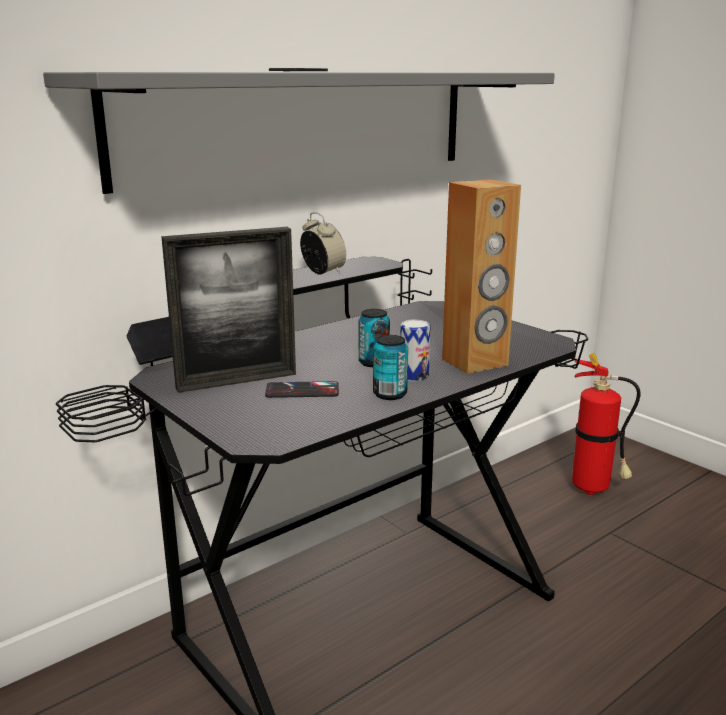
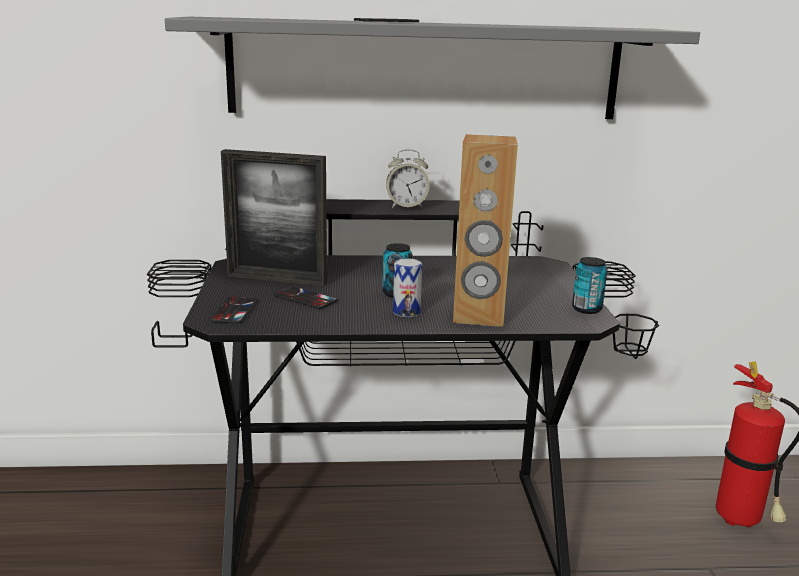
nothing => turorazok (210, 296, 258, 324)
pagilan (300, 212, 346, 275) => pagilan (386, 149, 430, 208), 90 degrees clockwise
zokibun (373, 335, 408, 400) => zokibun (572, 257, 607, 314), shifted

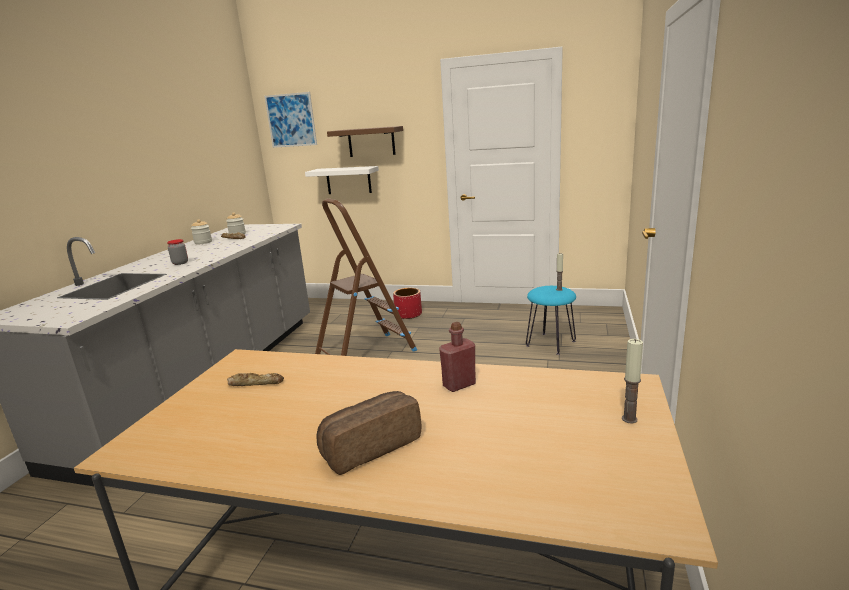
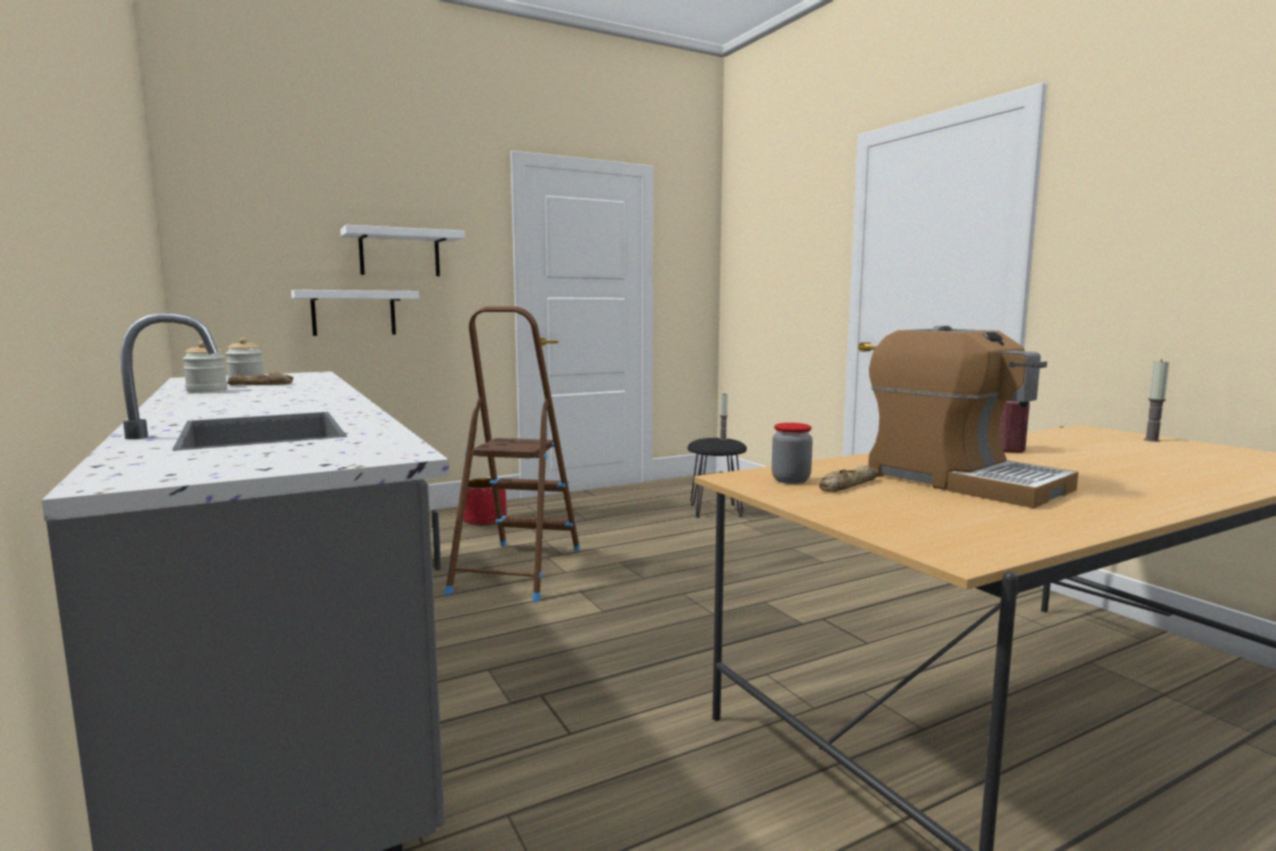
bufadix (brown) (327, 126, 403, 157) => bufadix (white) (340, 225, 465, 276)
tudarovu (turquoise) (526, 286, 576, 355) => tudarovu (black) (688, 438, 747, 518)
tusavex (167, 239, 188, 265) => tusavex (772, 423, 813, 484), shifted
nothing => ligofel (868, 326, 1078, 508)
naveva (264, 92, 317, 148) => nothing
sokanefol (317, 391, 421, 475) => nothing

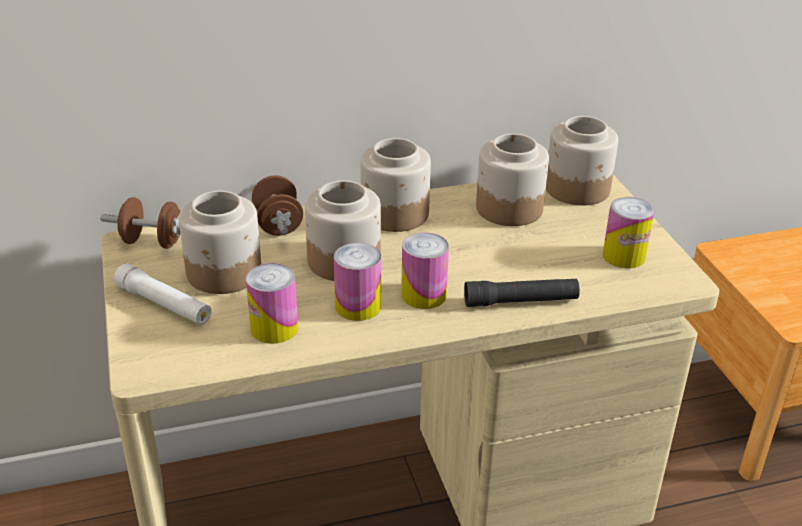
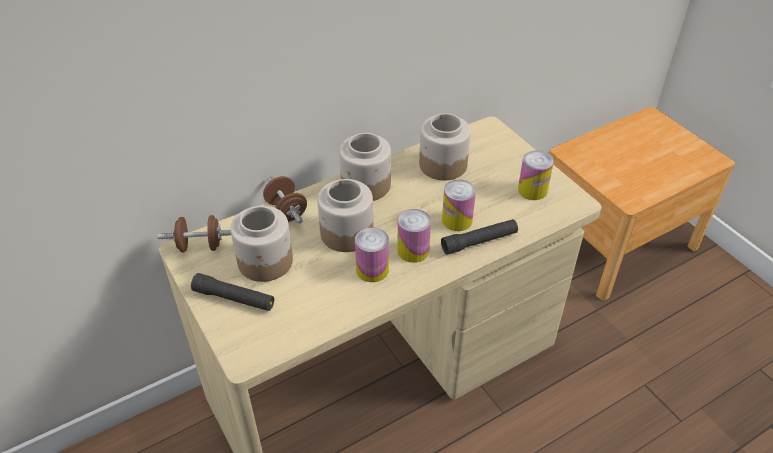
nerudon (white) (114, 263, 211, 325) => nerudon (black) (191, 273, 274, 311)
zokibun (246, 263, 298, 344) => zokibun (442, 179, 476, 231), shifted
tusavex (546, 116, 618, 205) => nothing

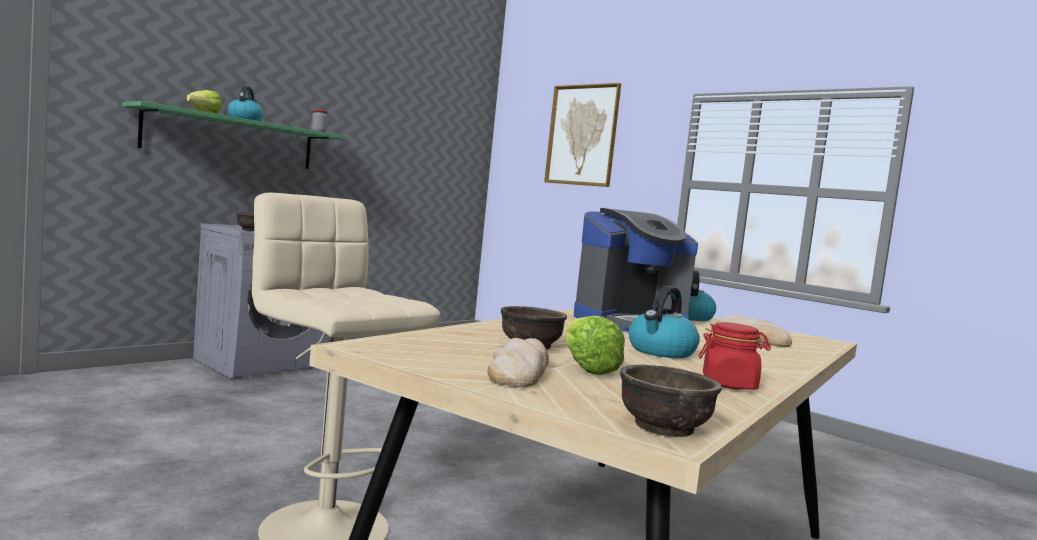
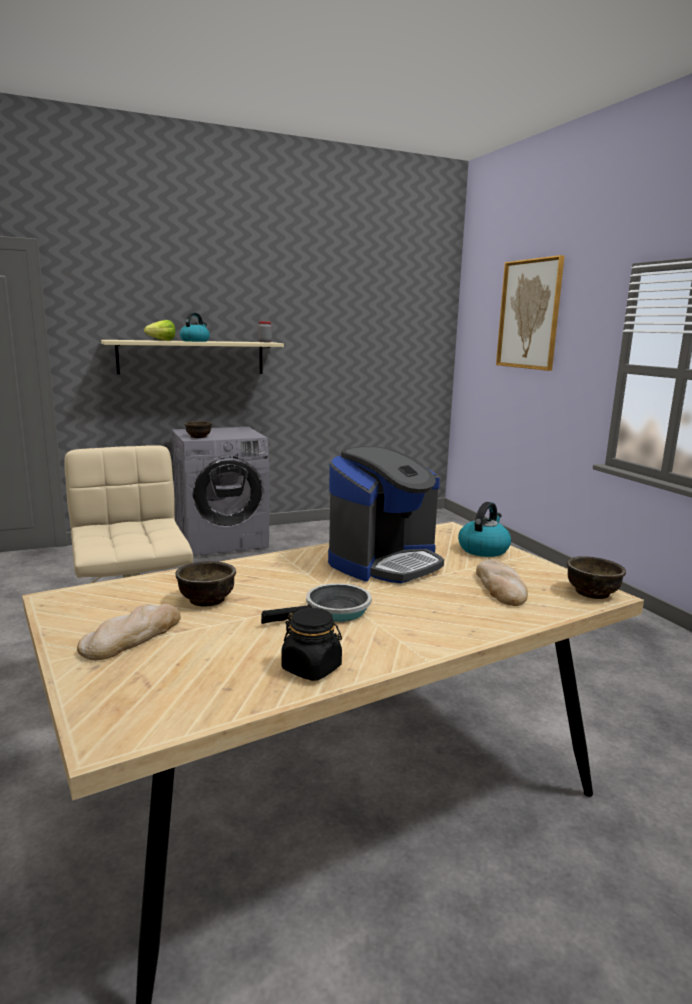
bufadix (green) (122, 101, 345, 169) => bufadix (beige) (101, 340, 284, 374)
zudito (629, 286, 700, 358) => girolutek (261, 583, 372, 624)
tusavex (red) (699, 322, 771, 390) => tusavex (black) (282, 608, 342, 681)
ligofel (574, 208, 698, 332) => ligofel (328, 446, 444, 583), 45 degrees counterclockwise
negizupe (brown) (620, 365, 722, 437) => negizupe (brown) (567, 556, 626, 599), shifted
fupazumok (565, 315, 625, 375) => nothing

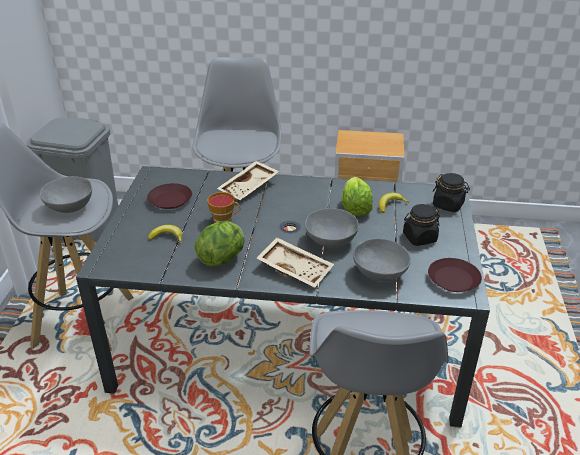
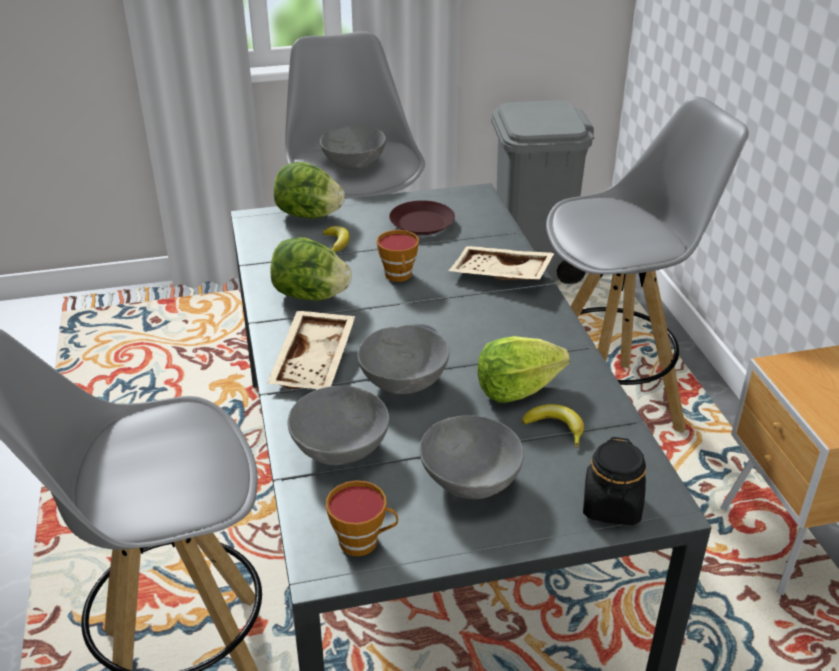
nothing => fupazumok (274, 162, 345, 219)
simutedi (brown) (428, 258, 482, 292) => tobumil (326, 480, 398, 556)
tusavex (black) (403, 204, 440, 246) => negizupe (grey) (419, 415, 524, 499)

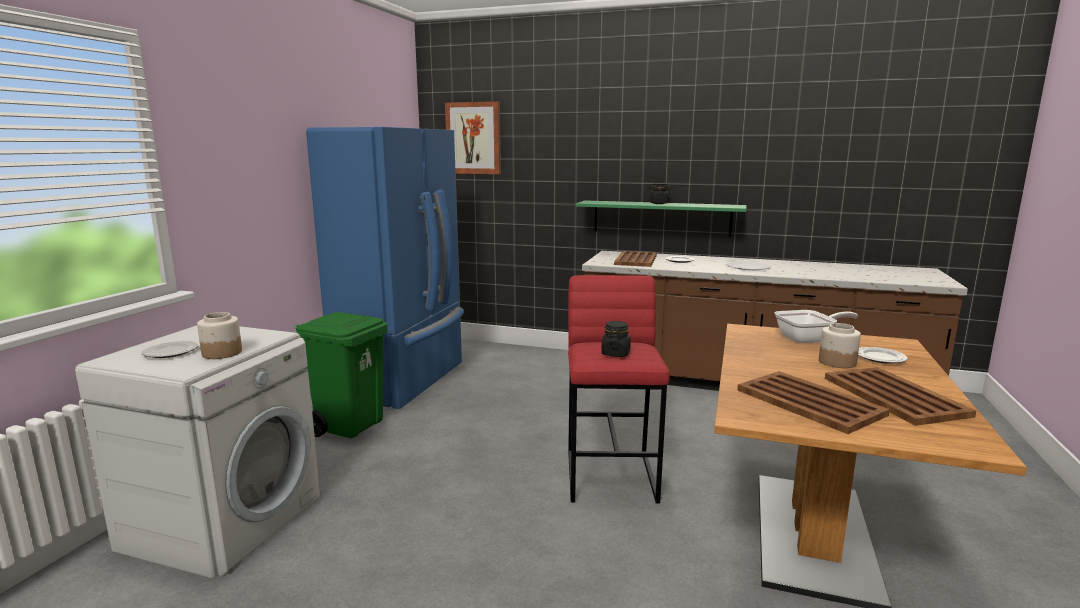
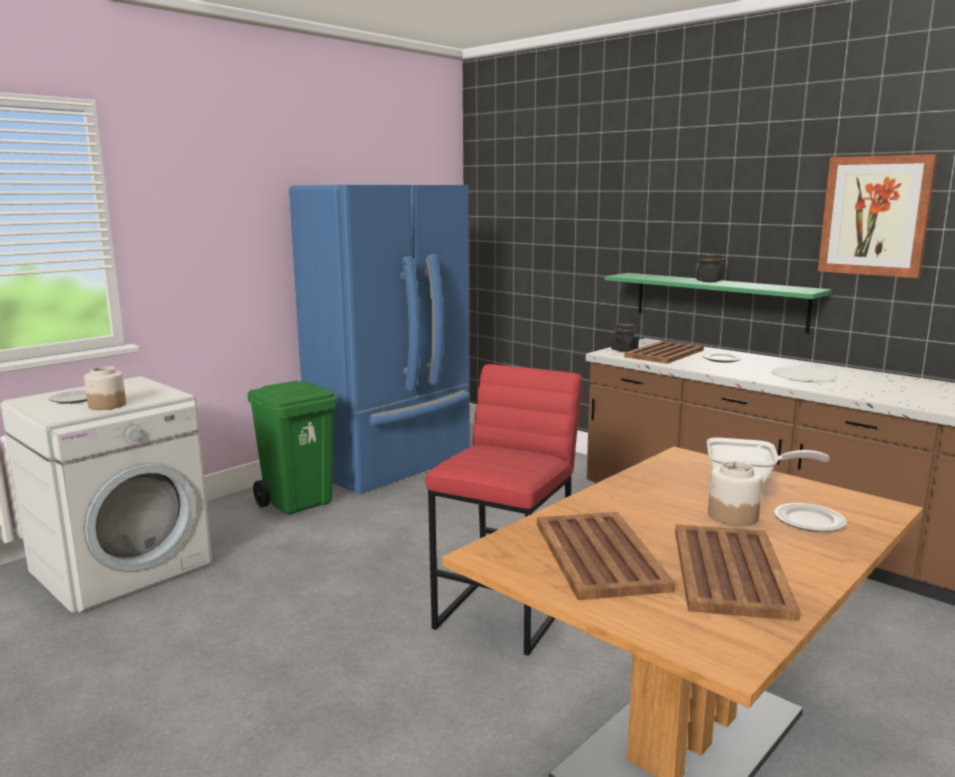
tusavex (black) (601, 321, 631, 357) => tusavex (black) (611, 323, 639, 352), shifted
naveva (445, 101, 501, 174) => naveva (818, 154, 937, 278), shifted

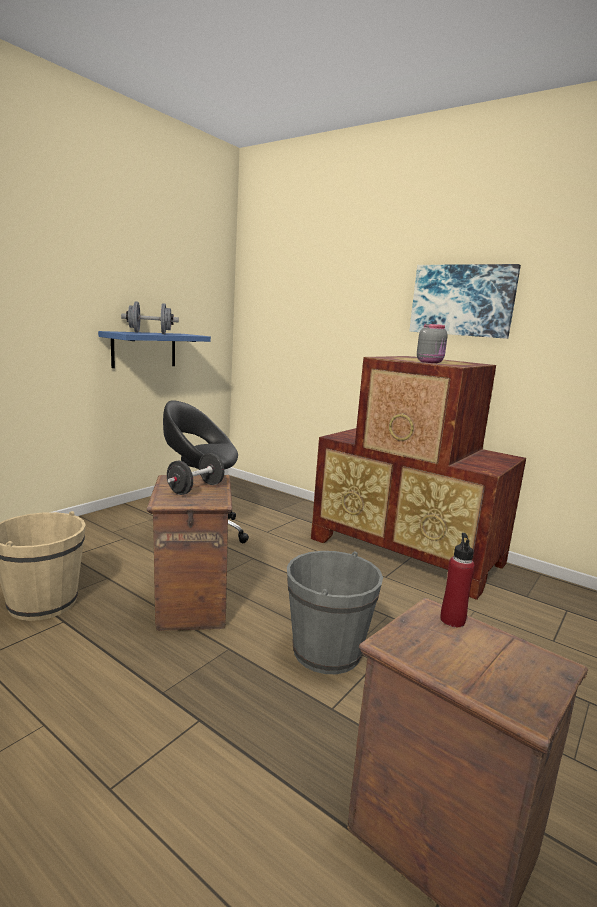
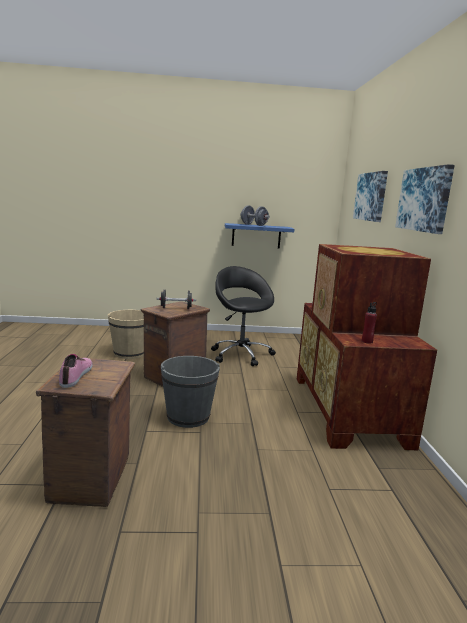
nothing => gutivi (59, 354, 92, 388)
nothing => naveva (353, 171, 388, 222)
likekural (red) (440, 533, 475, 627) => likekural (red) (362, 302, 377, 344), shifted
tusavex (grey) (417, 324, 448, 363) => nothing

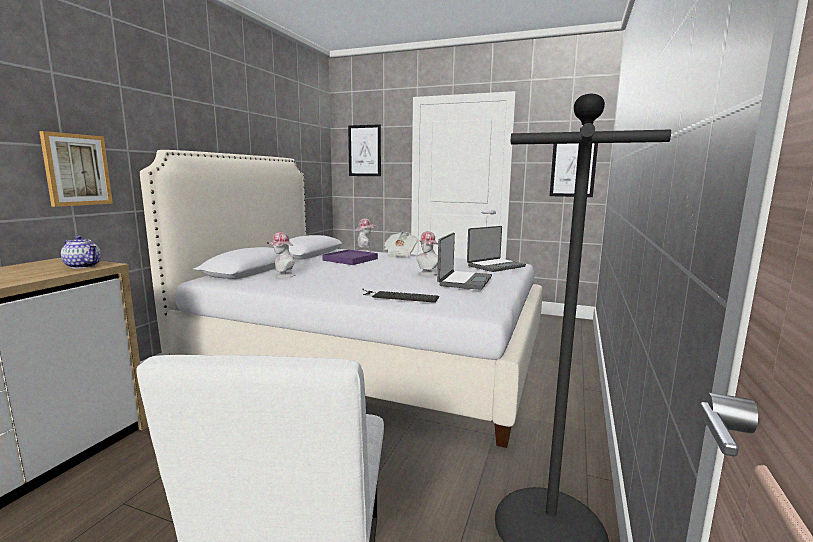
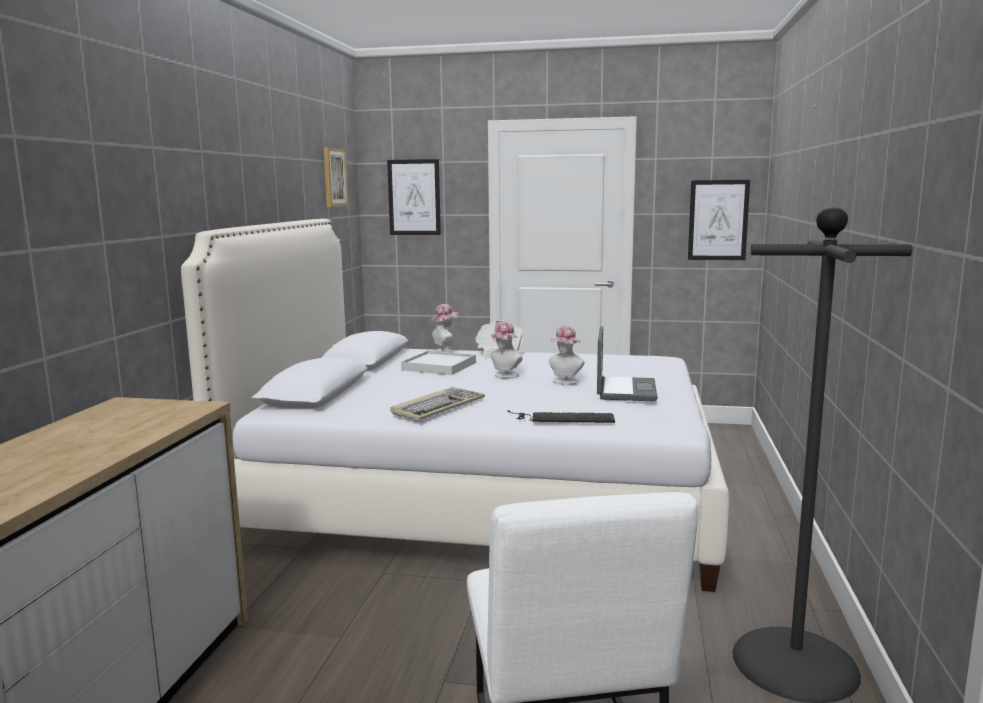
naveva (39, 131, 113, 207) => naveva (323, 147, 348, 207), shifted
nothing => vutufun (390, 387, 485, 420)
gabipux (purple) (322, 249, 378, 265) => gabipux (white) (401, 351, 476, 375)
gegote (267, 232, 295, 278) => gegote (490, 321, 523, 378), shifted
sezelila (61, 235, 101, 269) => nothing
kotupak (467, 226, 526, 272) => nothing

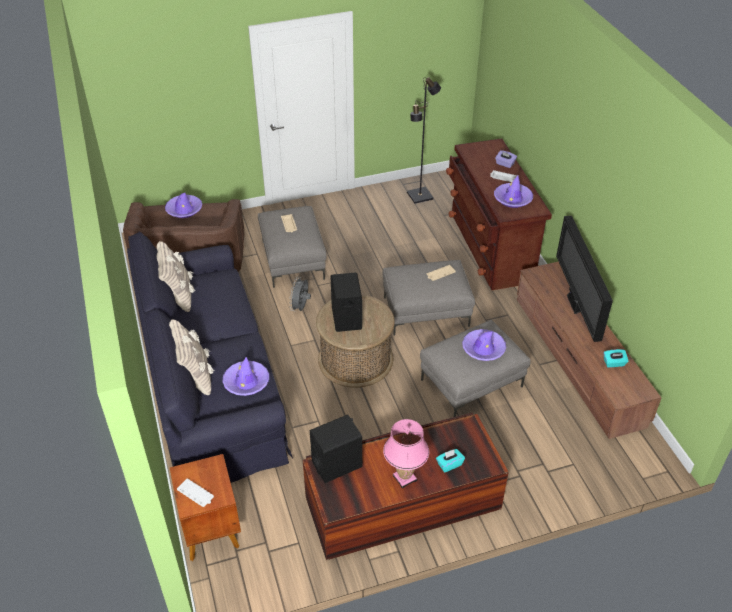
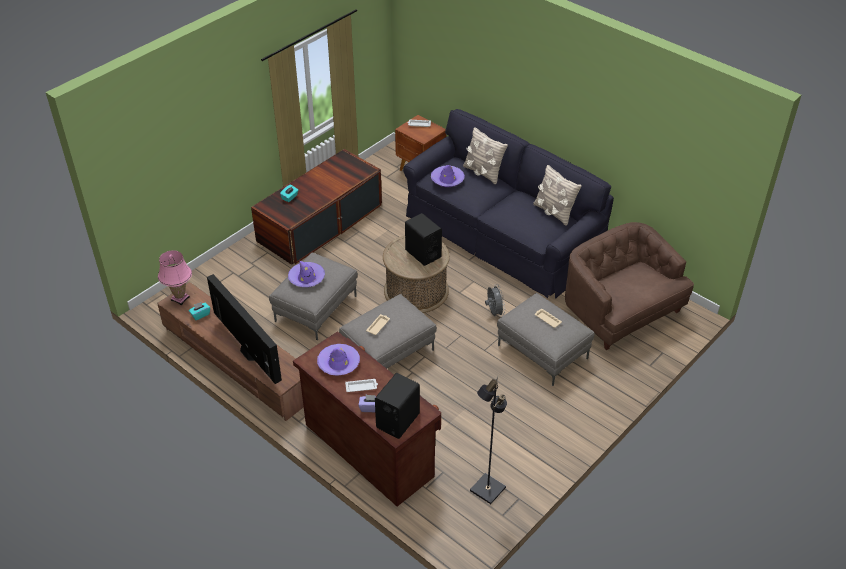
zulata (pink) (383, 419, 429, 488) => zulata (pink) (158, 250, 192, 305), shifted
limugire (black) (310, 414, 362, 483) => limugire (black) (375, 373, 420, 439), shifted
gegote (purple) (165, 193, 202, 218) => nothing

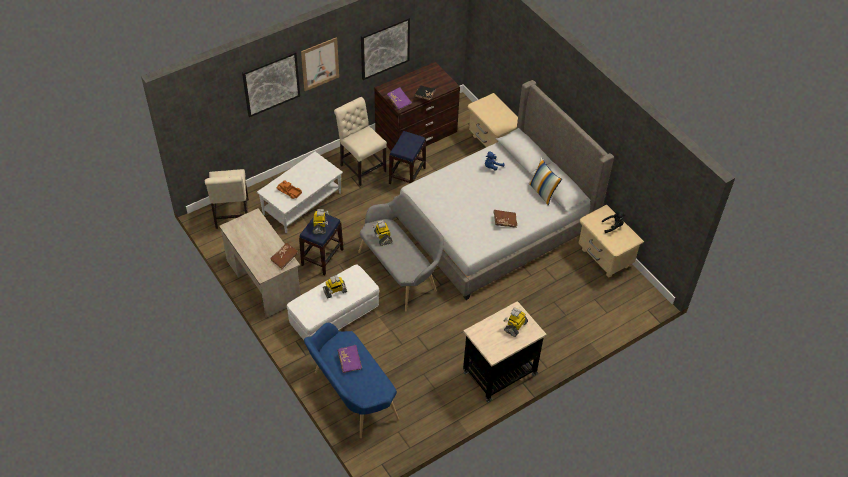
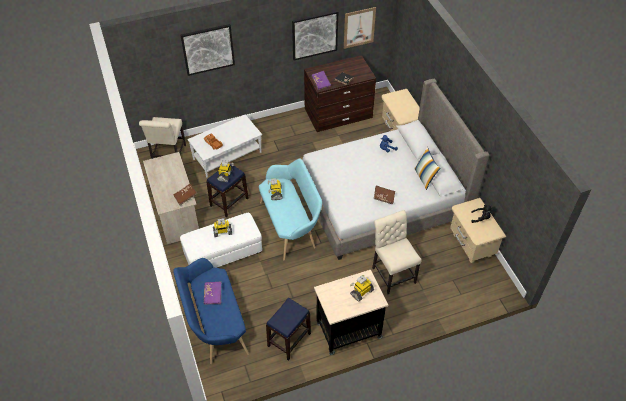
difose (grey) (358, 193, 444, 312) => difose (turquoise) (259, 158, 322, 261)
tudarovu (389, 131, 426, 184) => tudarovu (266, 298, 311, 361), shifted
naveva (301, 37, 339, 91) => naveva (344, 7, 376, 49), shifted
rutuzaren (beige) (334, 97, 387, 186) => rutuzaren (beige) (372, 210, 422, 294), shifted

